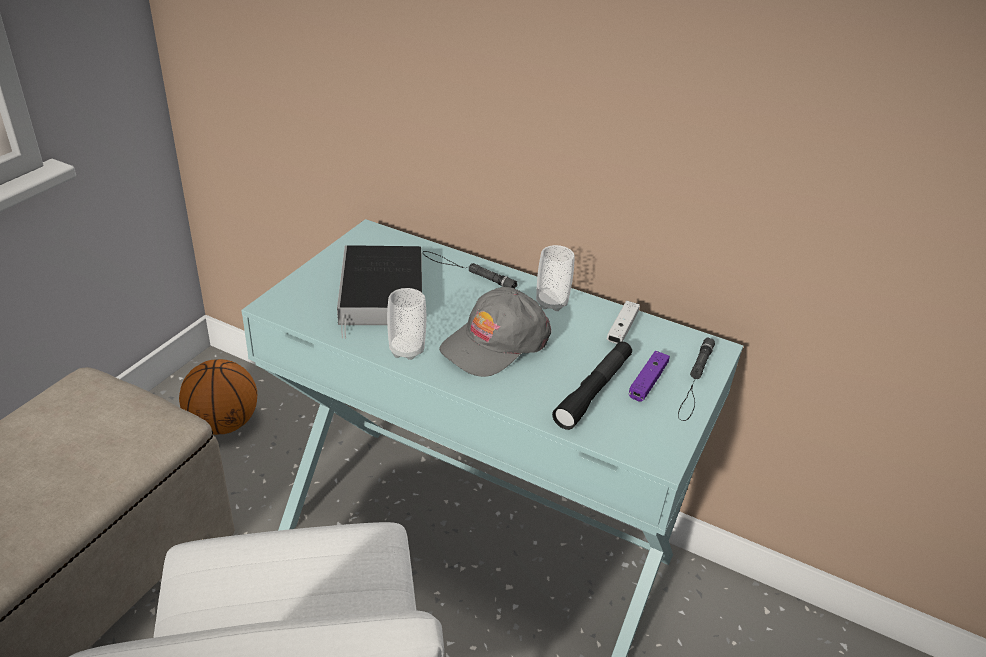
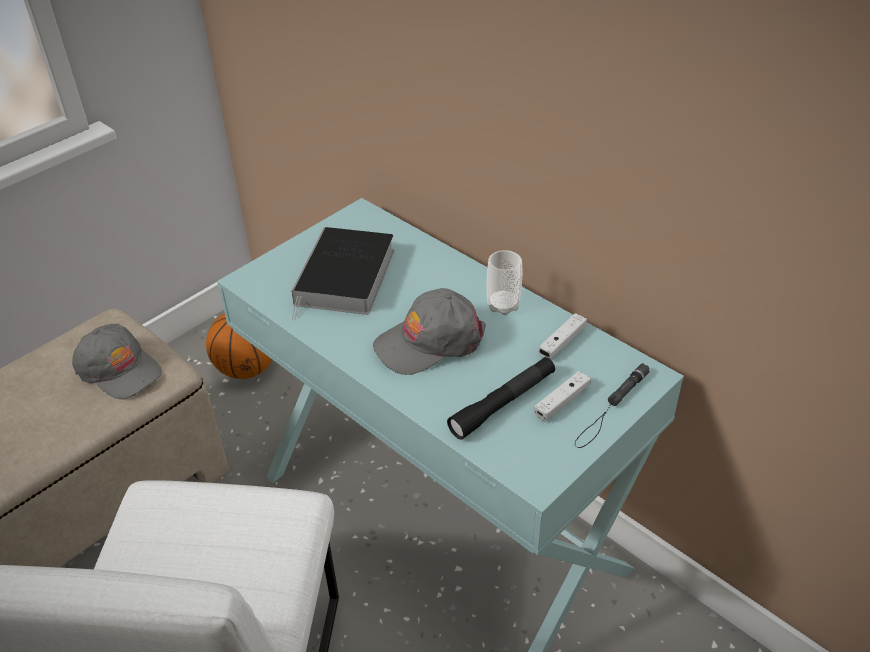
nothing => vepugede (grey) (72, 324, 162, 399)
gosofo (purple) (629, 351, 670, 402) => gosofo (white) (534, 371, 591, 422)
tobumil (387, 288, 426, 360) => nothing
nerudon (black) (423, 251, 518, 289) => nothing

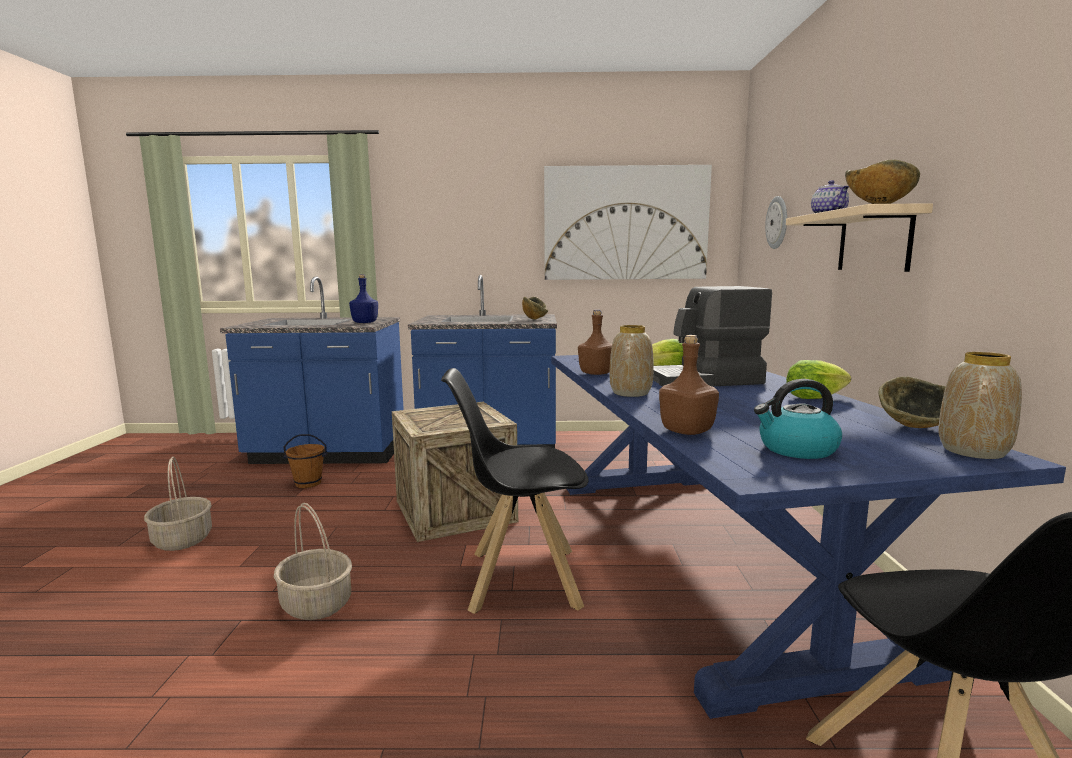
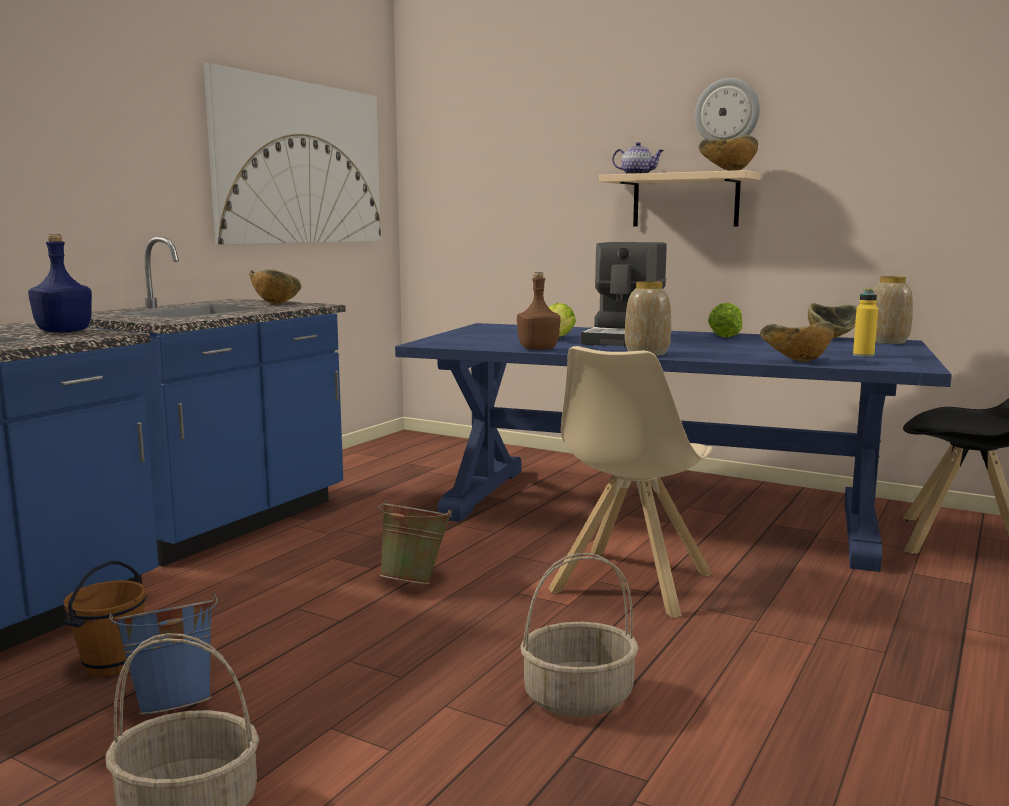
nothing => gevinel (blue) (109, 593, 218, 715)
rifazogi (392, 402, 518, 542) => gevinel (green) (378, 500, 452, 584)
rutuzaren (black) (441, 368, 588, 614) => rutuzaren (beige) (548, 346, 713, 618)
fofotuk (765, 196, 787, 249) => fofotuk (695, 78, 760, 140), shifted
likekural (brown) (659, 335, 719, 435) => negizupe (760, 321, 834, 362)
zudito (754, 379, 842, 459) => likekural (yellow) (853, 288, 878, 357)

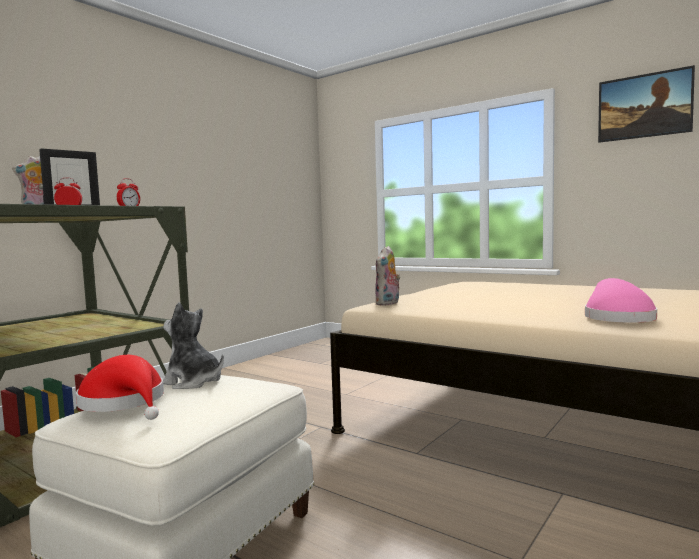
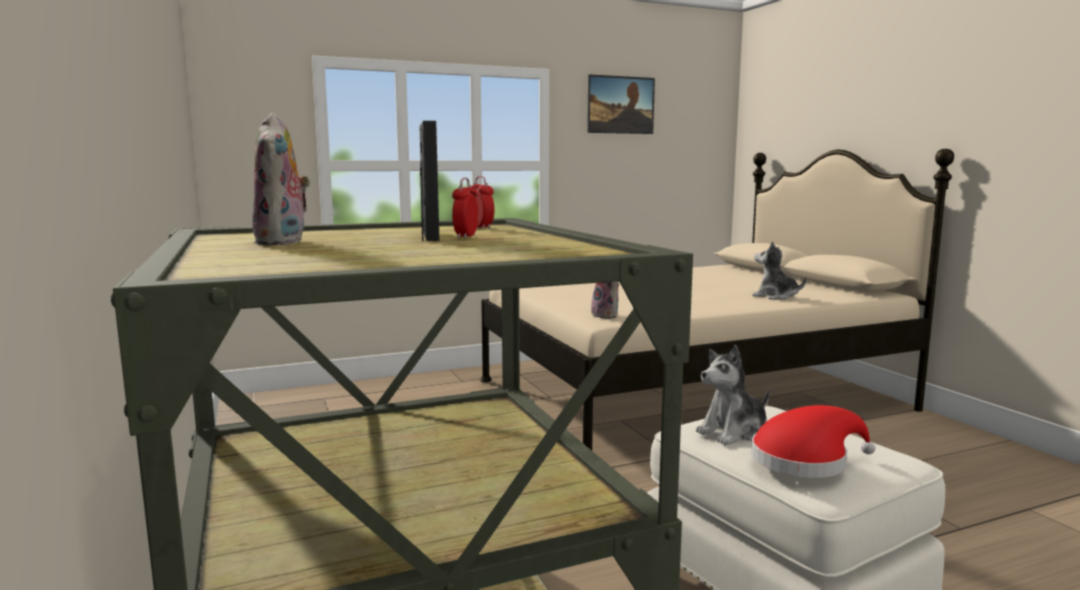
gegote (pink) (585, 278, 657, 323) => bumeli (752, 241, 807, 300)

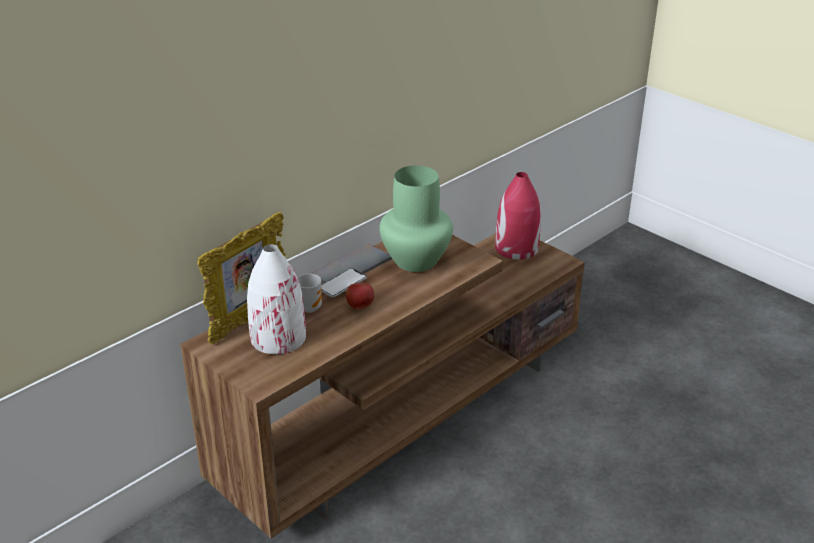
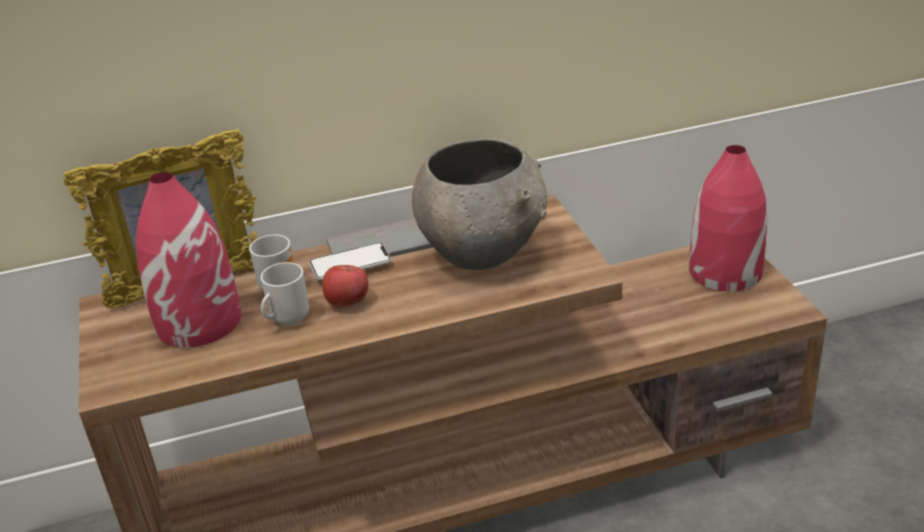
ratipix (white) (247, 244, 306, 354) => ratipix (red) (136, 172, 242, 347)
nothing => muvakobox (261, 262, 309, 326)
ratipix (green) (379, 165, 453, 272) => negizupe (grey) (412, 139, 547, 270)

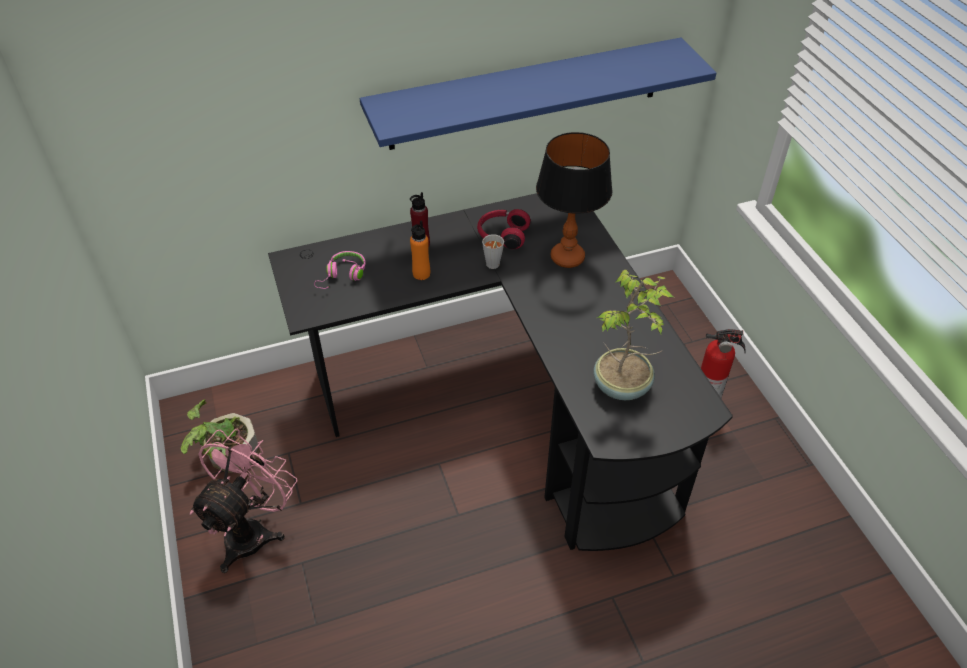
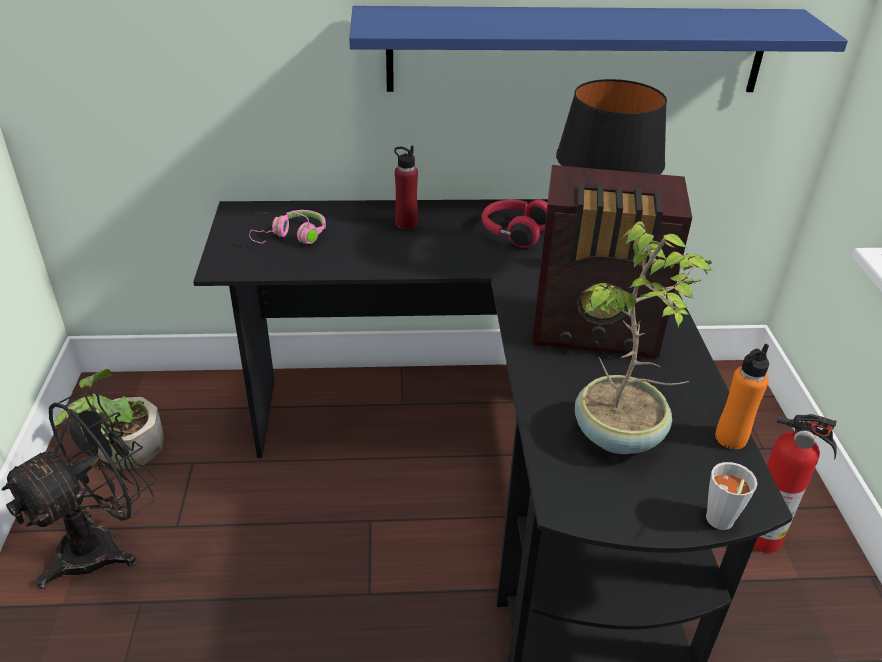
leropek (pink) (190, 429, 297, 573) => leropek (black) (2, 391, 156, 589)
nothing => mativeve (532, 165, 692, 359)
tobumil (grey) (482, 234, 504, 269) => tobumil (grey) (706, 462, 757, 530), shifted
likekural (orange) (410, 221, 430, 280) => likekural (orange) (715, 344, 769, 449), shifted

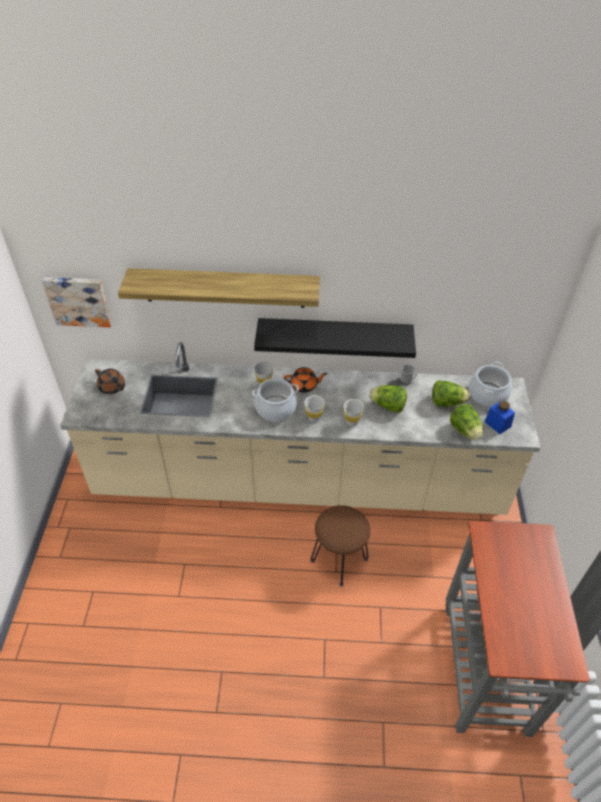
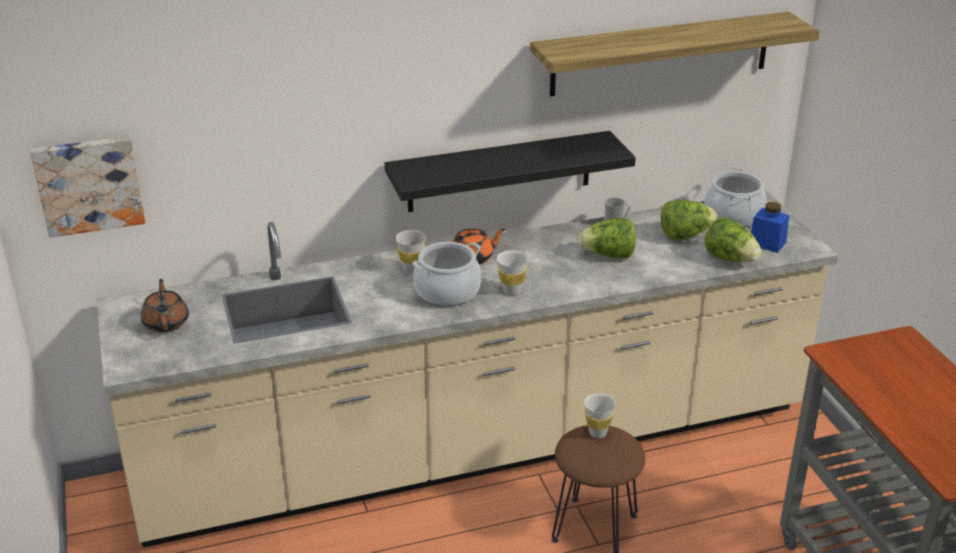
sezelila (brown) (95, 369, 126, 394) => sezelila (brown) (141, 279, 189, 333), 120 degrees counterclockwise
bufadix (118, 268, 320, 308) => bufadix (530, 12, 820, 97), shifted
tobumil (white) (344, 399, 364, 427) => tobumil (white) (584, 393, 616, 438), shifted

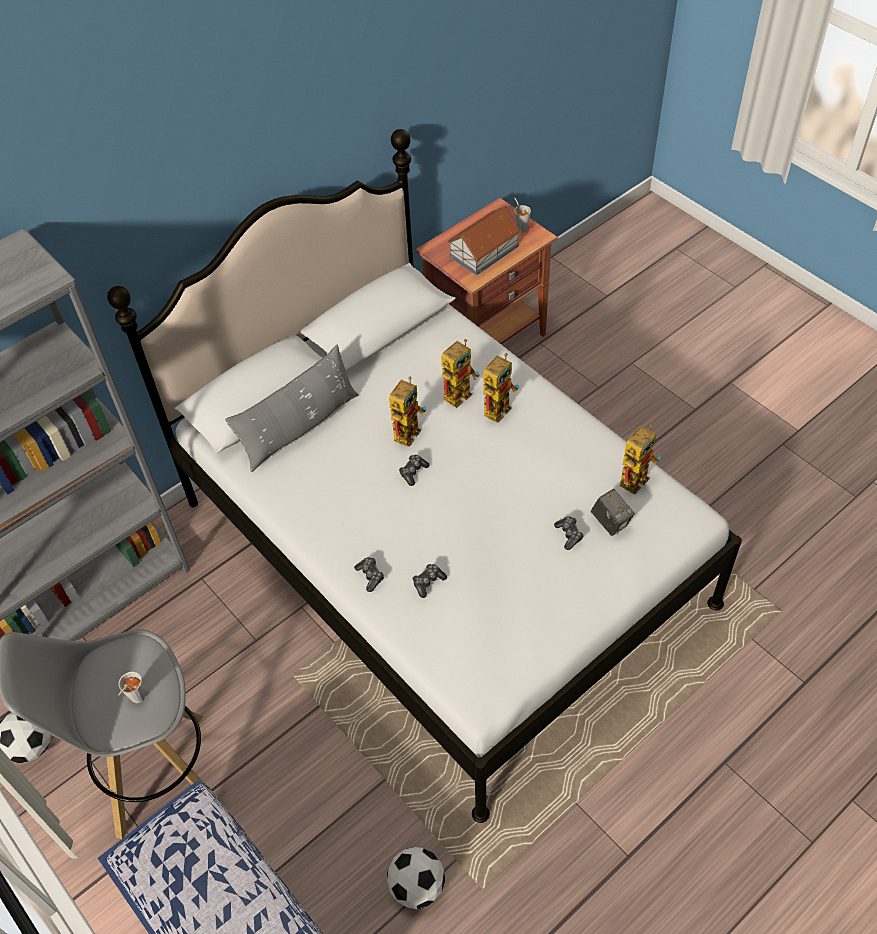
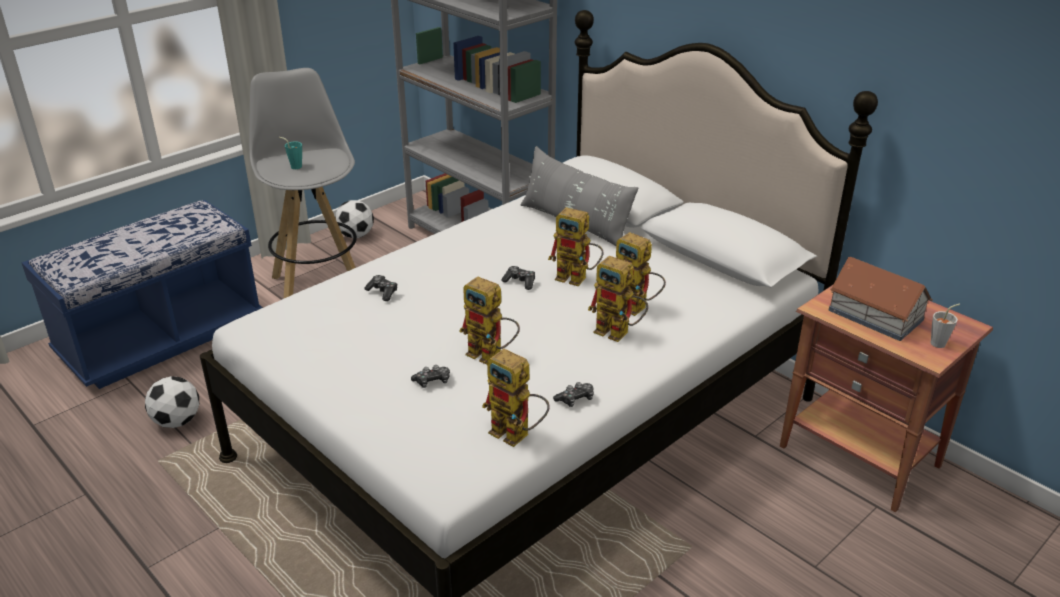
tobumil (grey) (118, 672, 145, 703) => tobumil (turquoise) (279, 137, 302, 169)
nothing => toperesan (459, 276, 520, 365)
gosofo (354, 557, 384, 592) => gosofo (553, 382, 594, 407), shifted
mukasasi (591, 489, 635, 536) => nothing

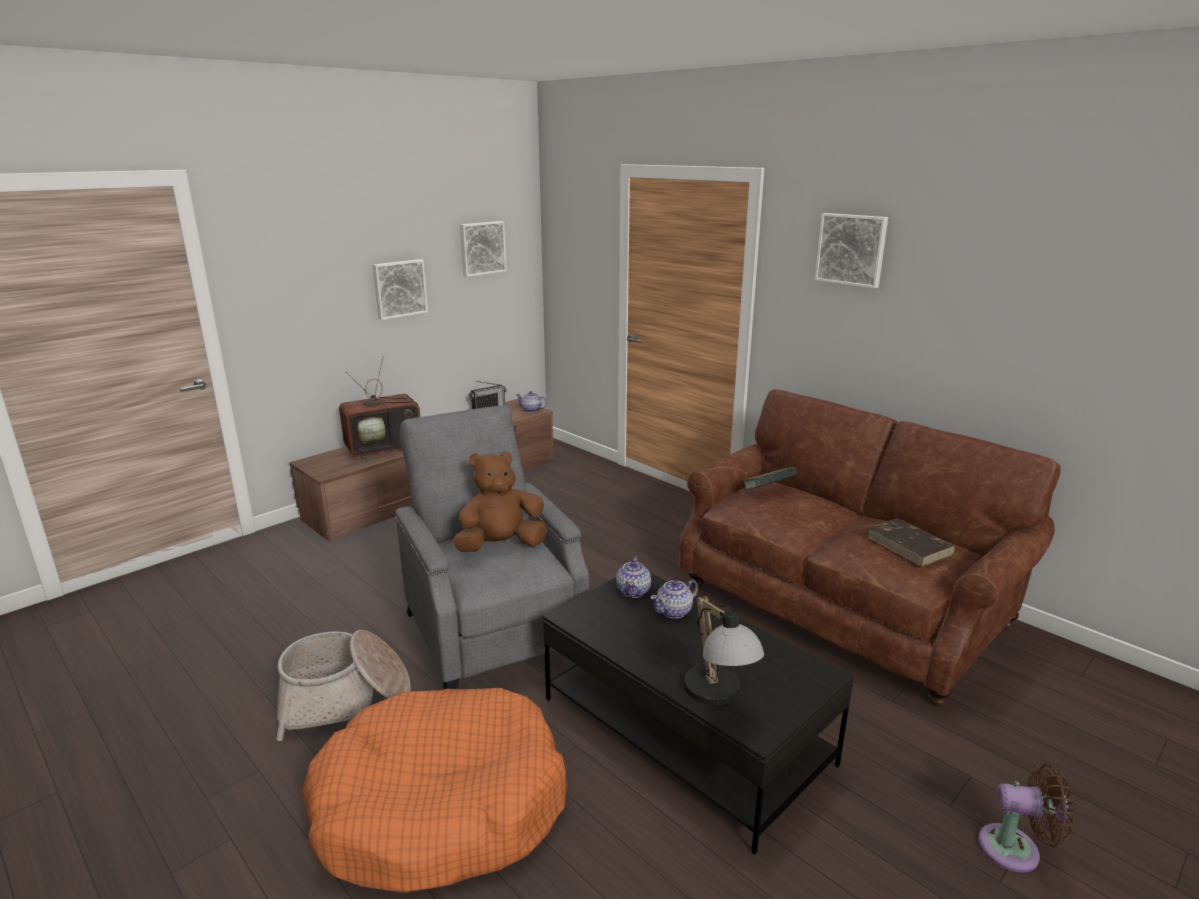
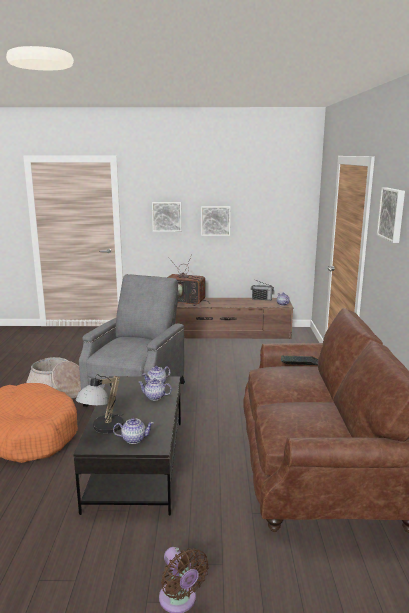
nothing => sezelila (113, 418, 154, 444)
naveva (460, 221, 506, 277) => naveva (152, 202, 182, 232), shifted
bumeli (brown) (452, 451, 547, 552) => nothing
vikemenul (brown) (867, 518, 956, 567) => nothing

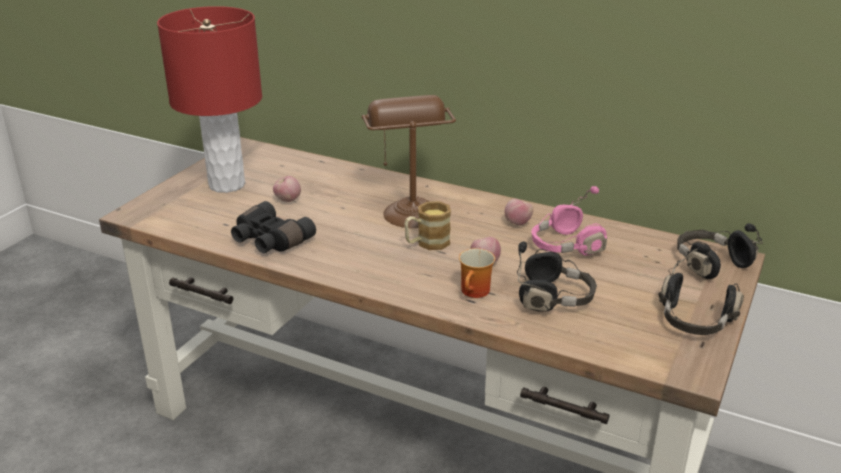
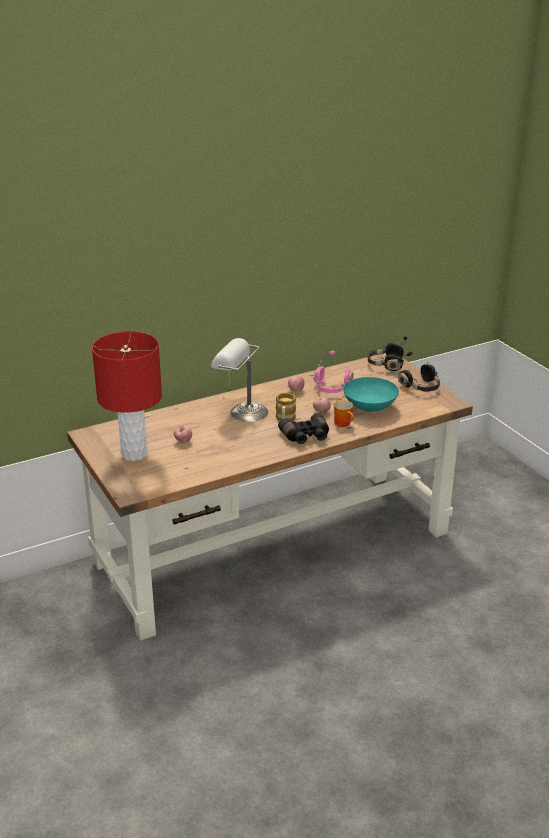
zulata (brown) (362, 95, 456, 228) => zulata (white) (211, 338, 268, 422)
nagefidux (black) (231, 201, 316, 253) => nagefidux (black) (278, 413, 329, 444), shifted
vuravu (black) (517, 241, 597, 312) => negizupe (turquoise) (343, 377, 399, 412)

